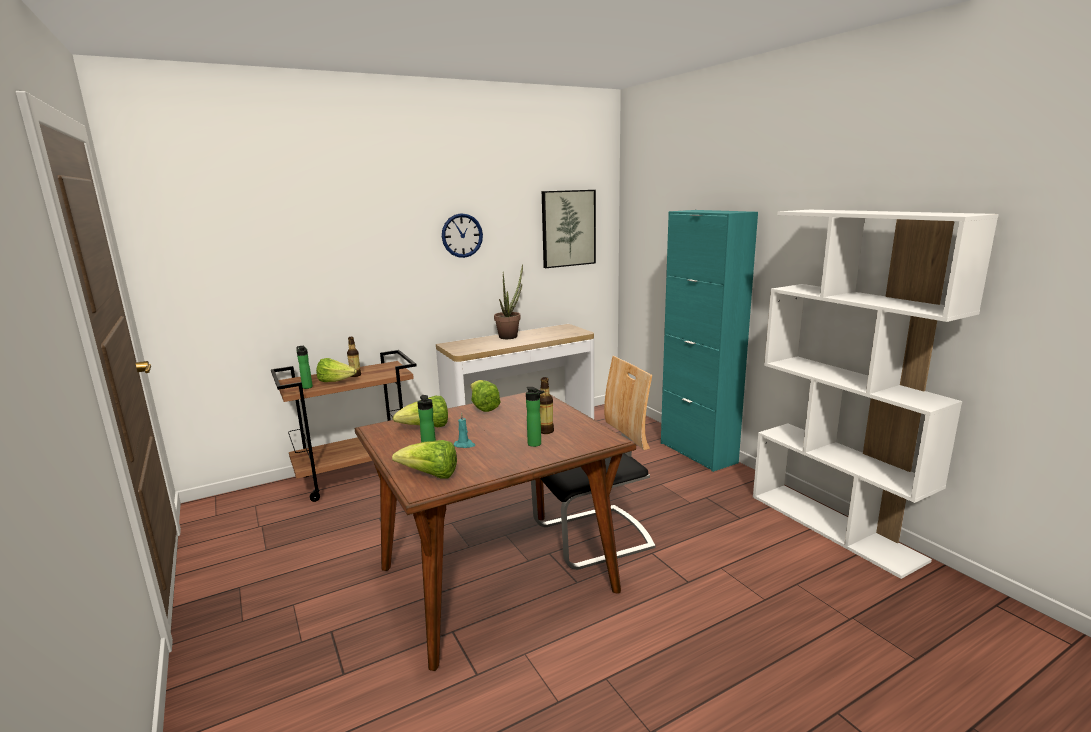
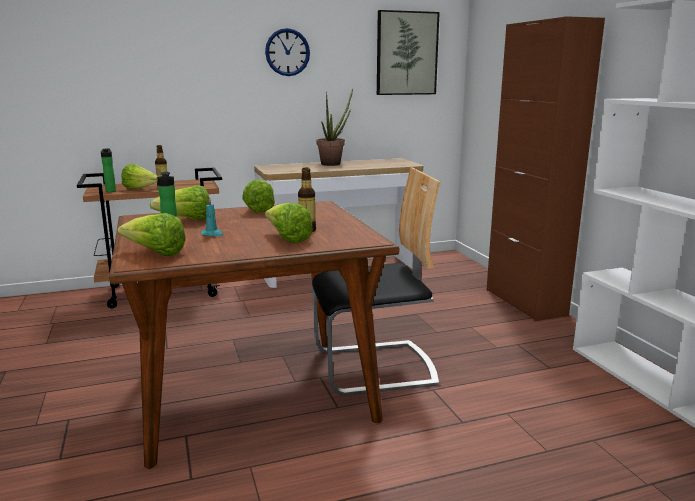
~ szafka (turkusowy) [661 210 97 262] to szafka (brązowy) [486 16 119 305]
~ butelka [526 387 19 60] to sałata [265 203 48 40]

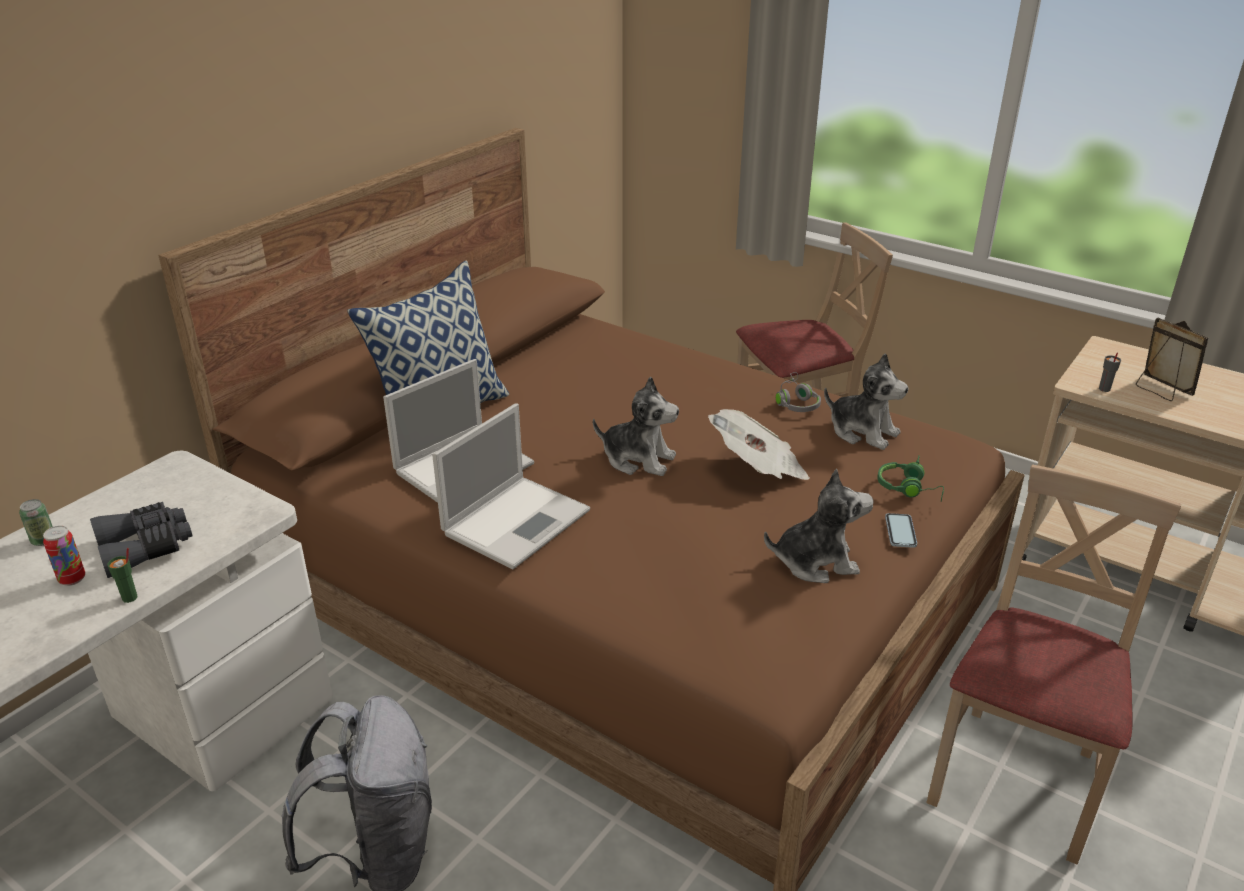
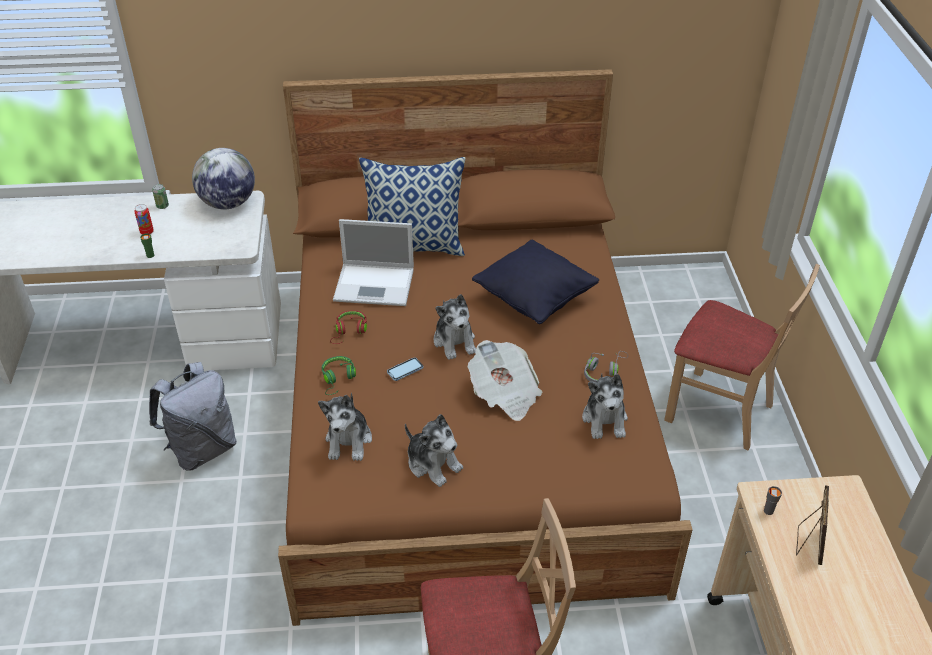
~ laptop [432 403 158 166] to słuchawki (czerwony) [330 310 37 34]
~ słuchawki (zielony) [877 456 67 46] to [322 356 34 39]
- lornetka (szary) [90 502 103 76]
~ telefon [885 513 32 35] to [387 357 37 24]
+ globus [192 148 63 61]
+ poduszka (czarny) [472 239 127 85]
+ pluszak [318 393 54 68]

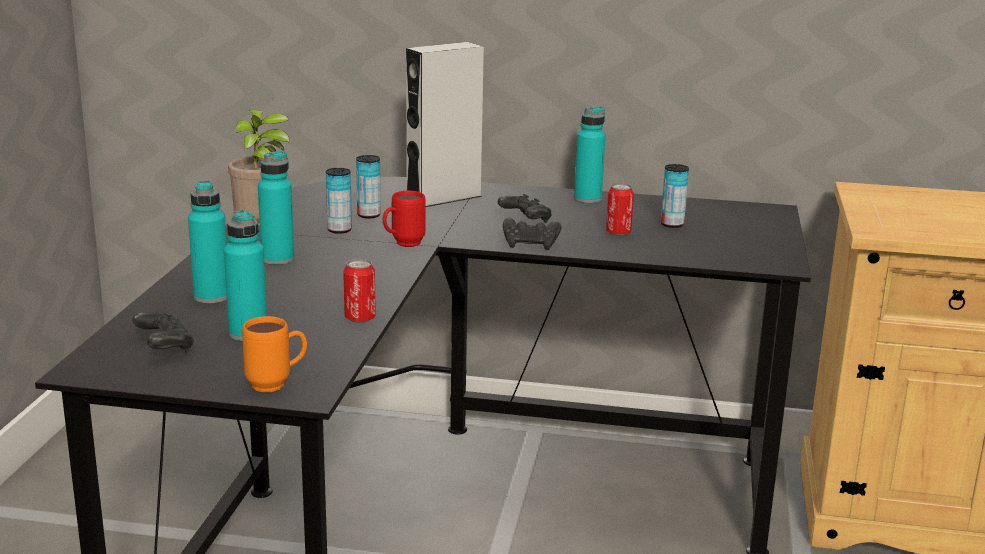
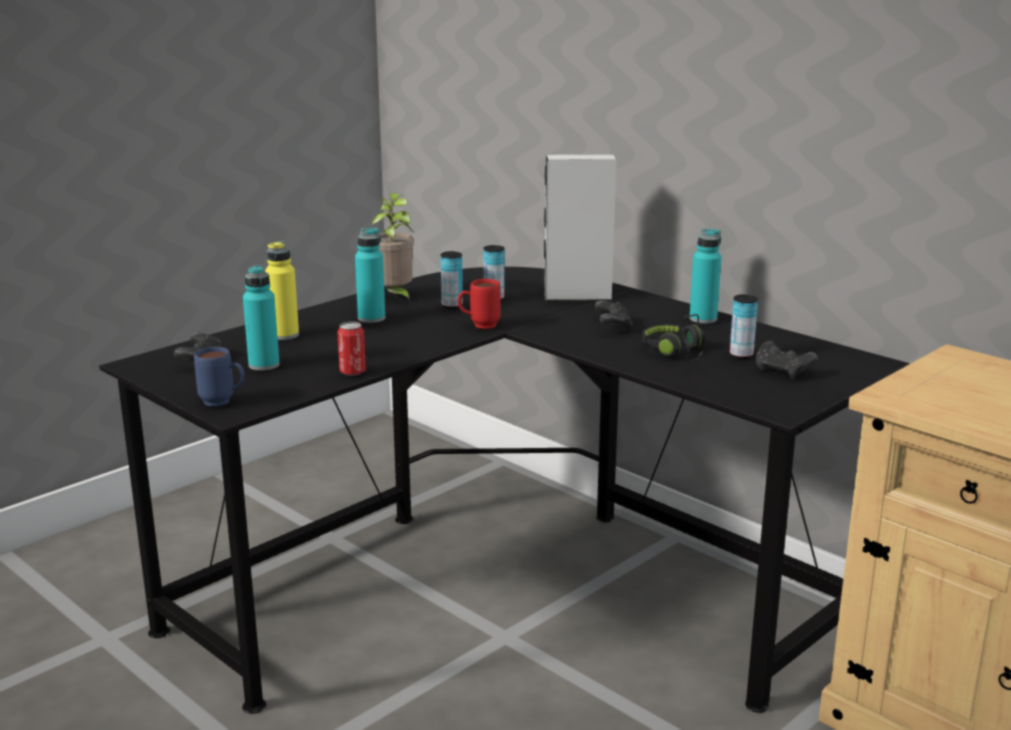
~ butelka (turkusowy) [188 181 39 122] to butelka (żółty) [265 241 34 99]
~ puszka [606 183 28 53] to słuchawki (czarny) [642 314 63 48]
~ pad do gier (czarny) [503 218 59 32] to [756 341 62 38]
~ kubek (pomarańczowy) [242 316 65 77] to kubek (niebieski) [194 347 51 60]

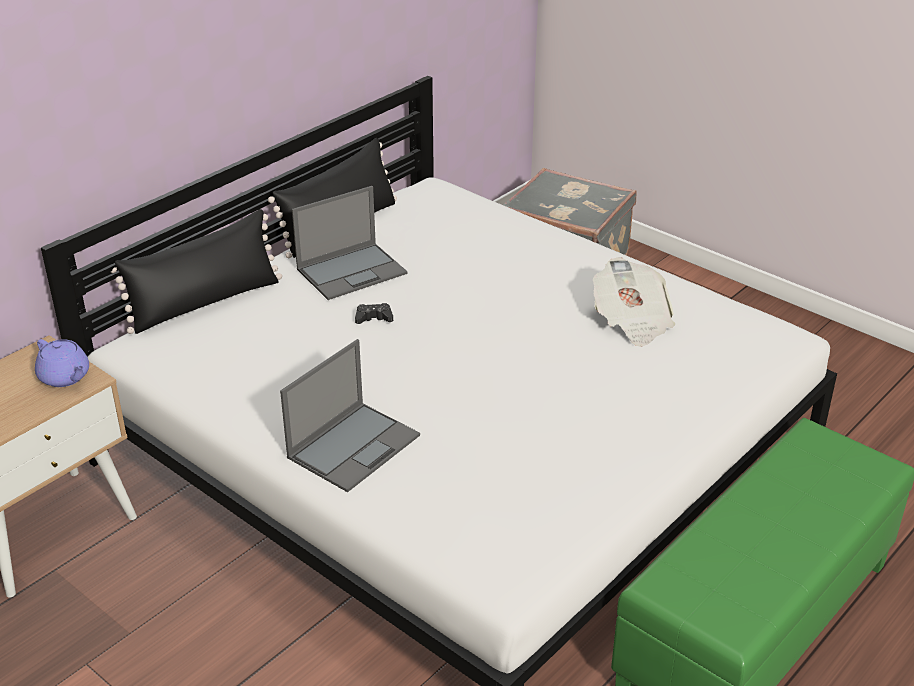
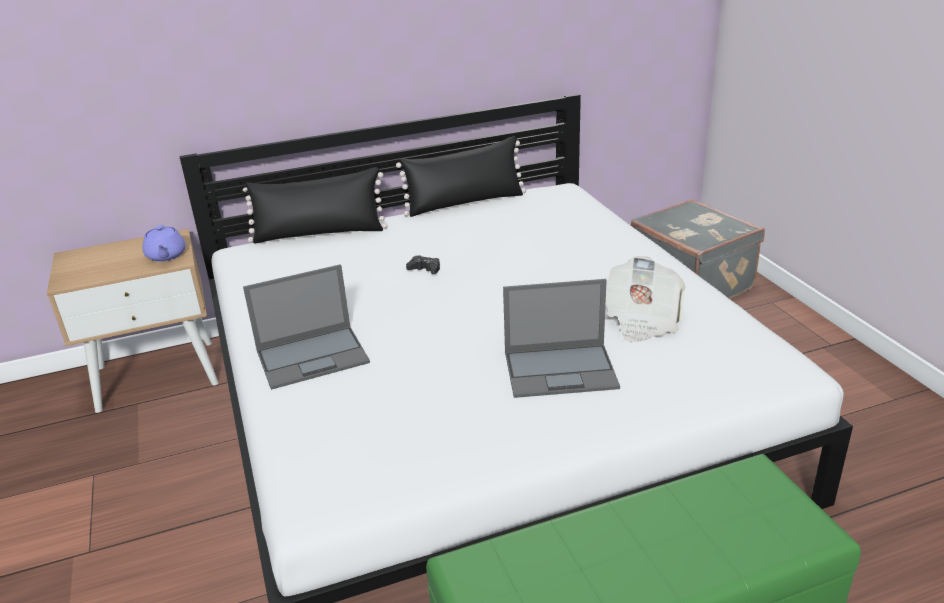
~ laptop [292 186 115 114] to [503 279 117 119]

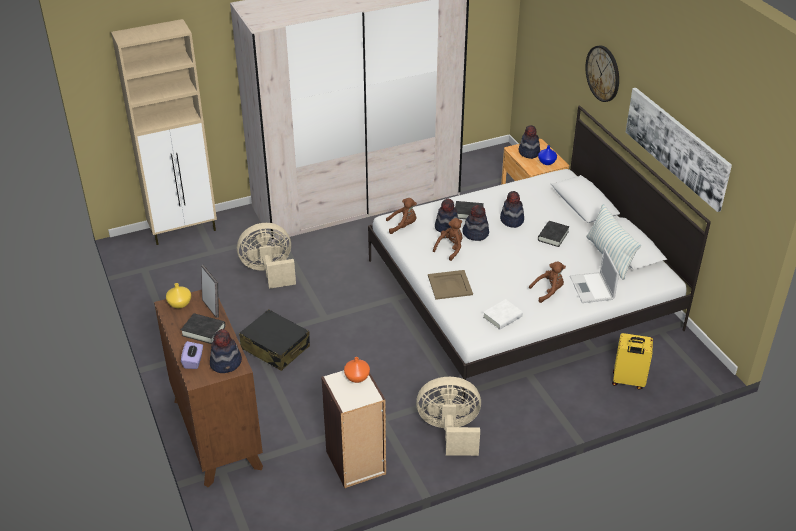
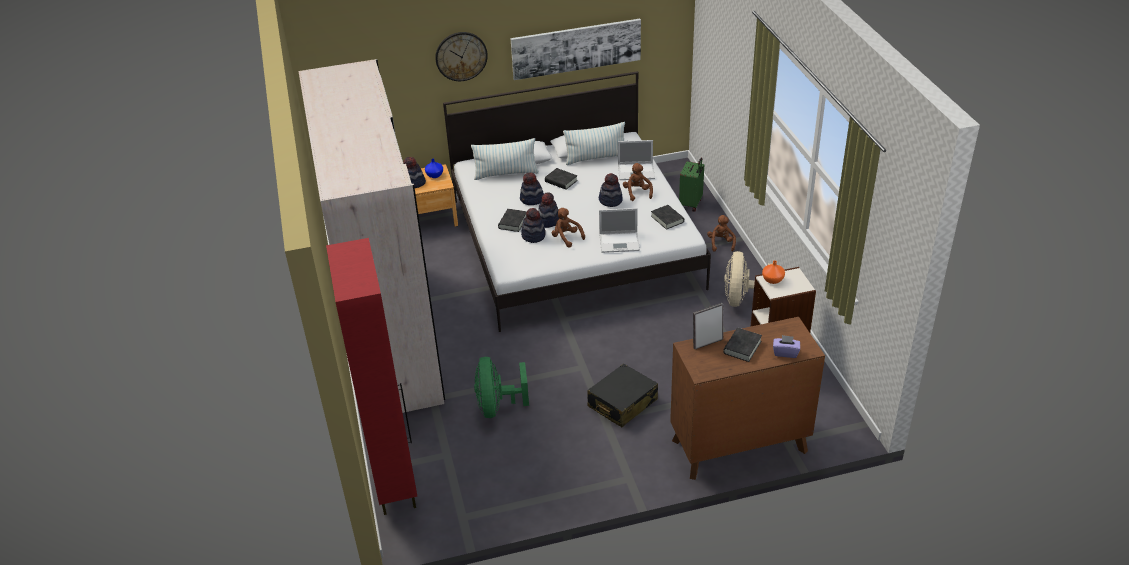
~ szafka (beżowy) [111 19 106 226] to szafka (czerwony) [326 238 92 277]
~ pluszak (brązowy) [386 198 31 36] to [707 215 29 37]
~ wentylator (beżowy) [237 223 59 66] to wentylator (zielony) [474 357 55 61]
~ taca (beżowy) [428 270 45 30] to laptop [599 208 41 45]
- wazon (żółty) [166 283 25 25]
~ książka (biały) [483 299 40 31] to książka (czarny) [651 205 33 25]
~ kapelusz [210 329 32 44] to [599 173 24 34]
~ walizka (żółty) [612 333 41 56] to walizka (zielony) [679 157 25 55]
+ poduszka [471 138 68 42]

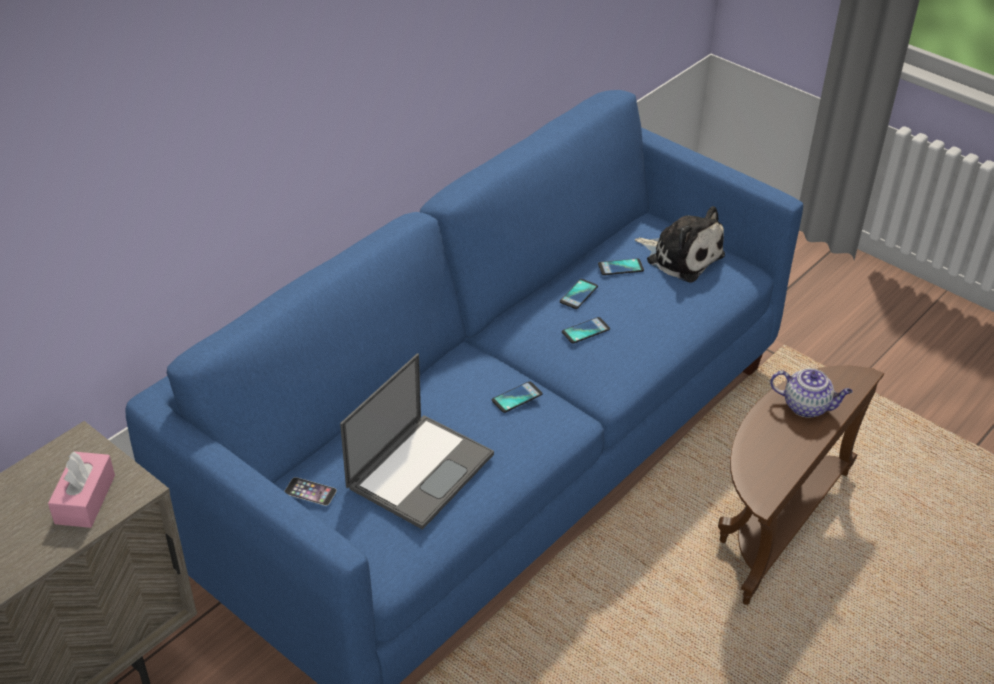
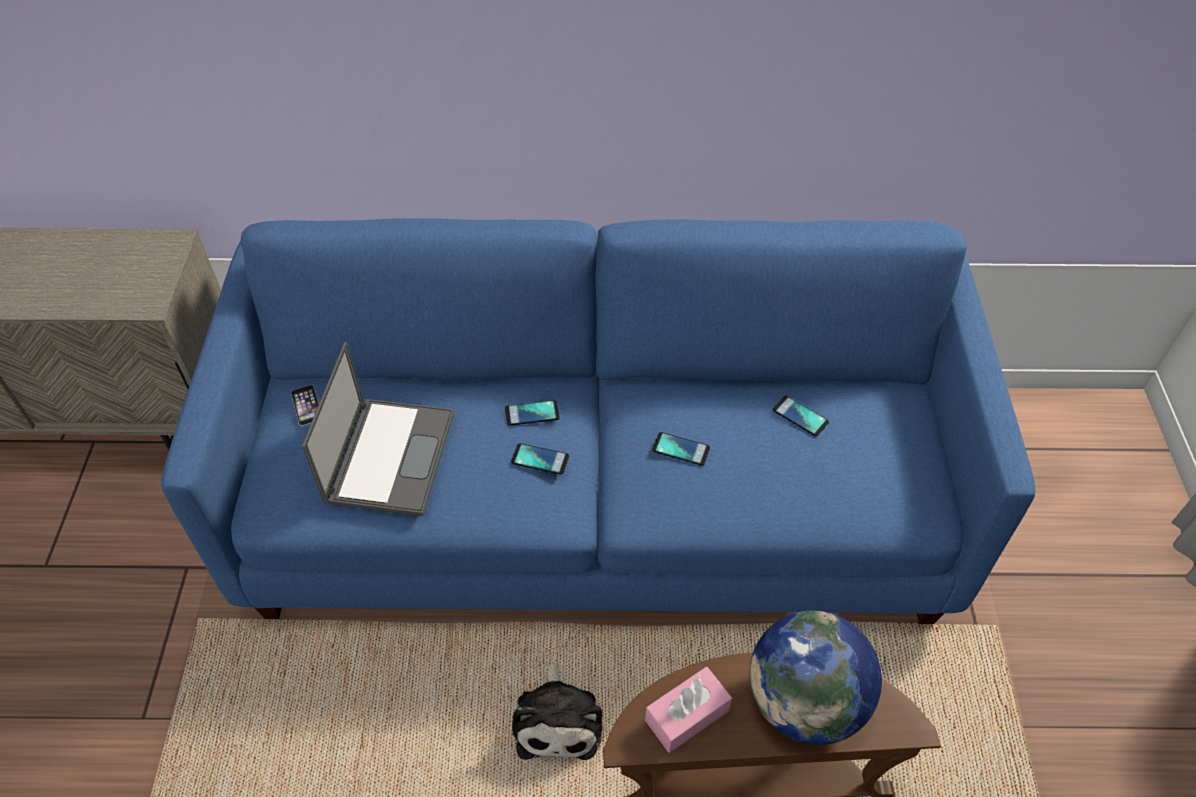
~ pluszak [635 206 90 77] to [512 662 90 98]
~ telefon [560 279 38 30] to [505 400 55 26]
~ laptop [340 353 154 177] = [302 342 152 174] 75 degrees counterclockwise
~ imbryk [770 368 83 50] to globus [749 611 133 134]
~ pudełko chusteczek (różowy) [48 452 67 76] to [645 667 87 86]

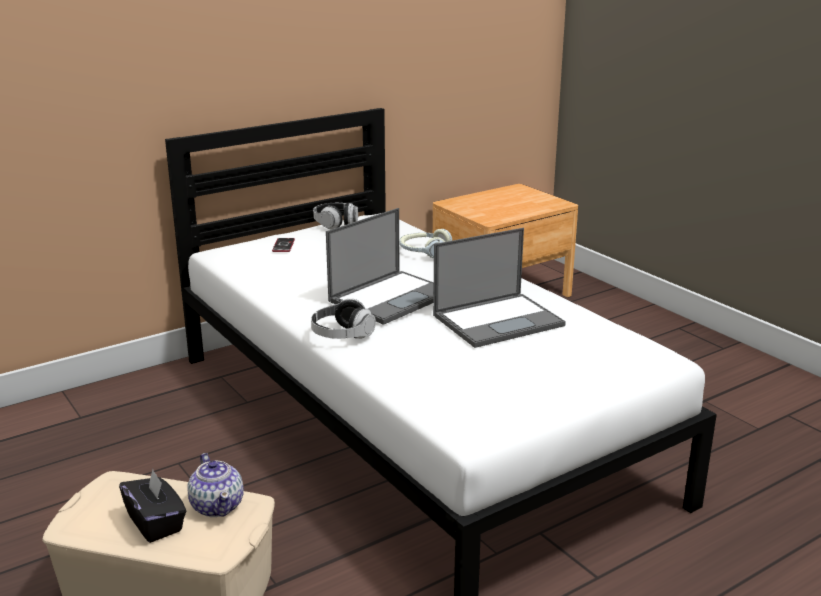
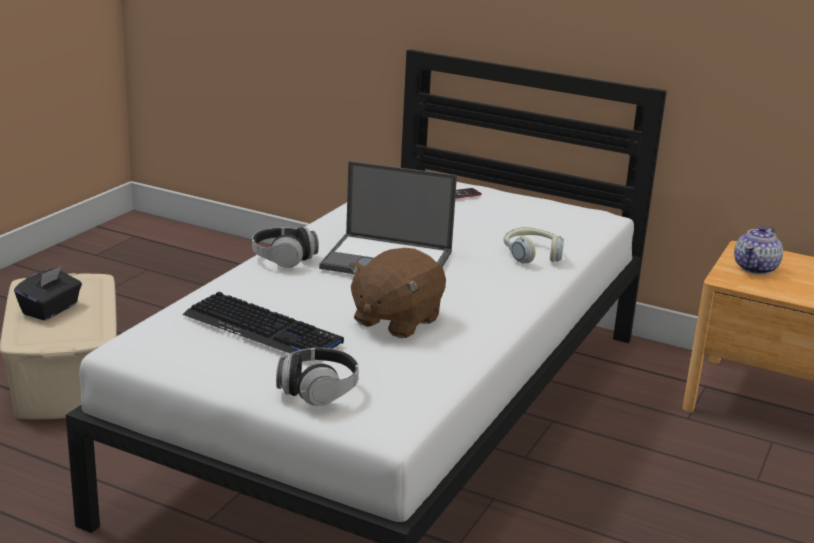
~ słuchawki [313 203 45 26] to [276 348 83 58]
~ laptop [433 228 133 120] to pluszak (brązowy) [349 248 97 90]
~ imbryk [187 453 57 64] to [734 226 49 49]
+ klawiatura [183 292 161 69]

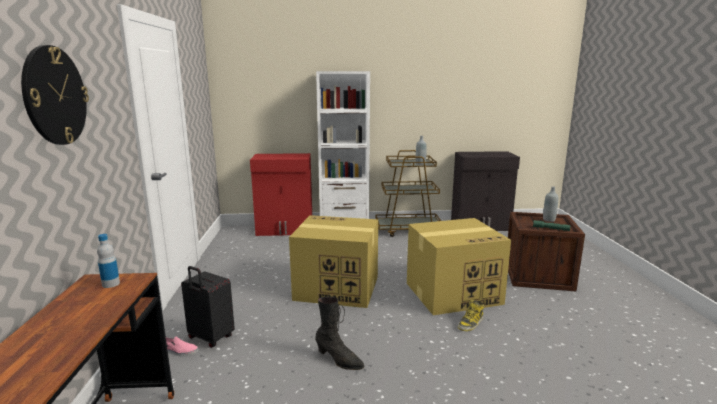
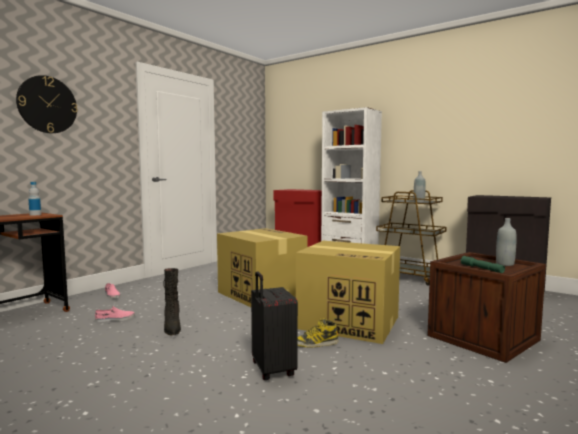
~ walizka (czarny) [181 266 54 82] to [251 271 47 109]
+ but (różowy) [95 306 40 16]

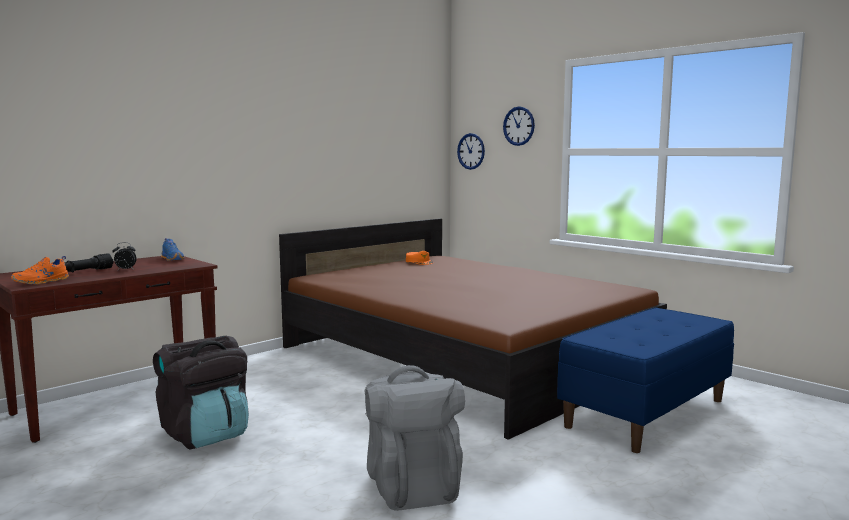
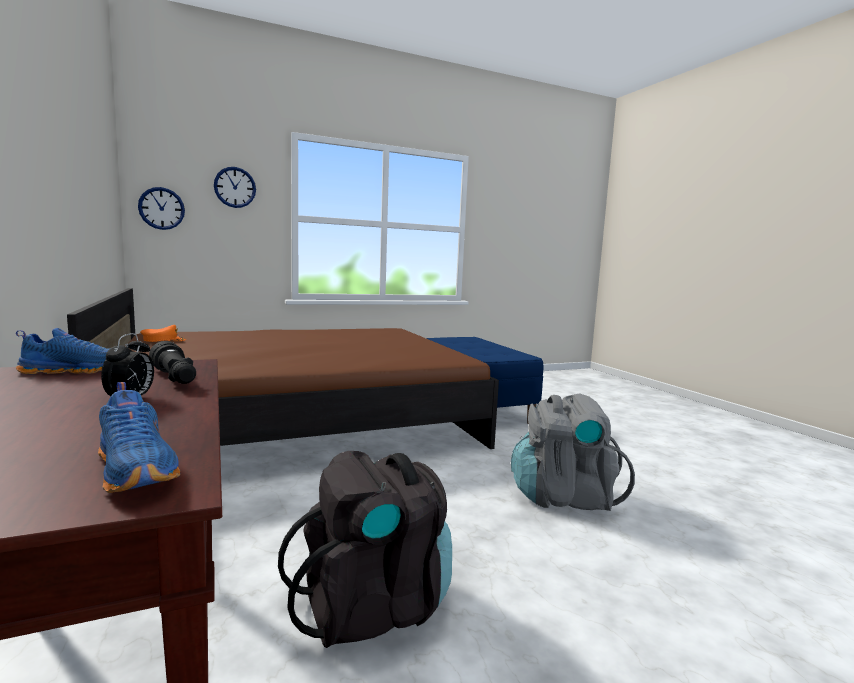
~ latarka (czarny) [64 253 49 19] to [149 341 47 43]
~ but (pomarańczowy) [11 256 58 29] to but (niebieski) [98 382 82 111]

